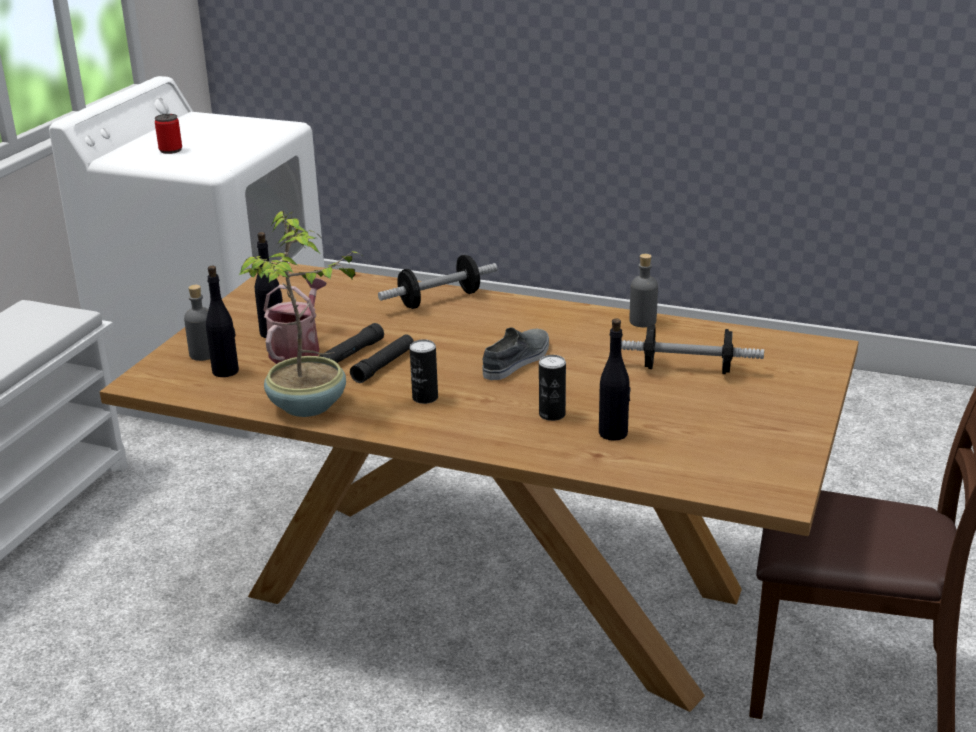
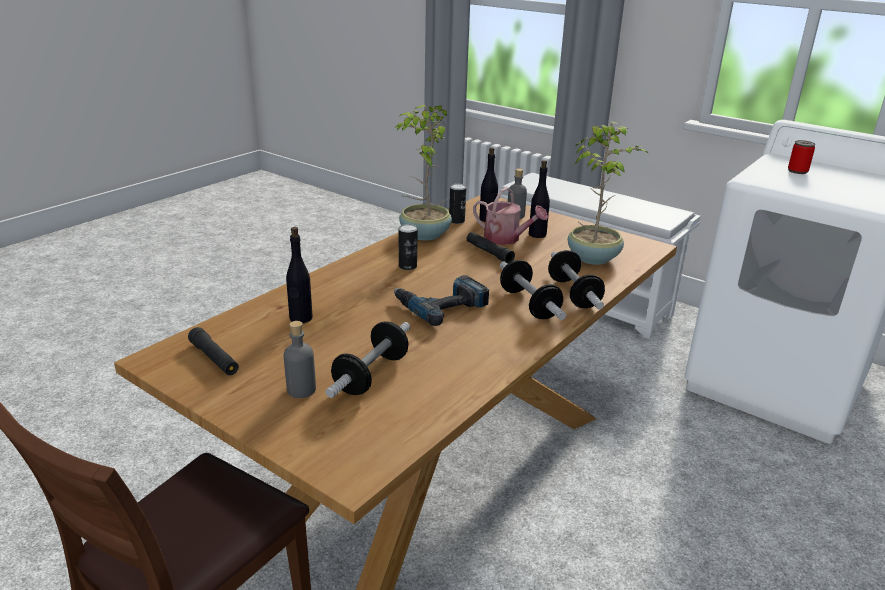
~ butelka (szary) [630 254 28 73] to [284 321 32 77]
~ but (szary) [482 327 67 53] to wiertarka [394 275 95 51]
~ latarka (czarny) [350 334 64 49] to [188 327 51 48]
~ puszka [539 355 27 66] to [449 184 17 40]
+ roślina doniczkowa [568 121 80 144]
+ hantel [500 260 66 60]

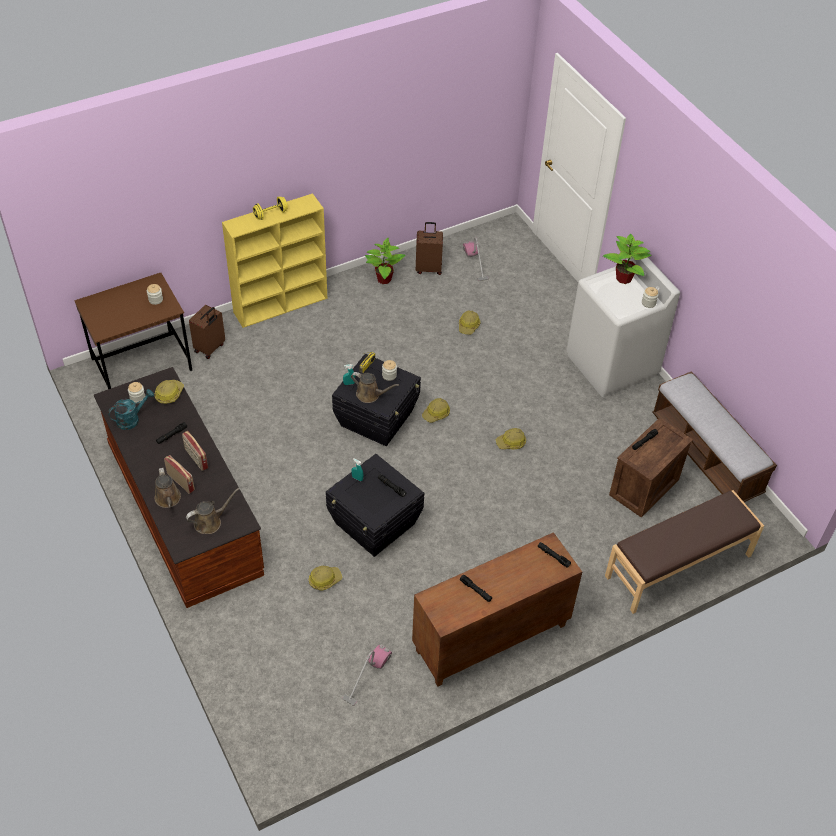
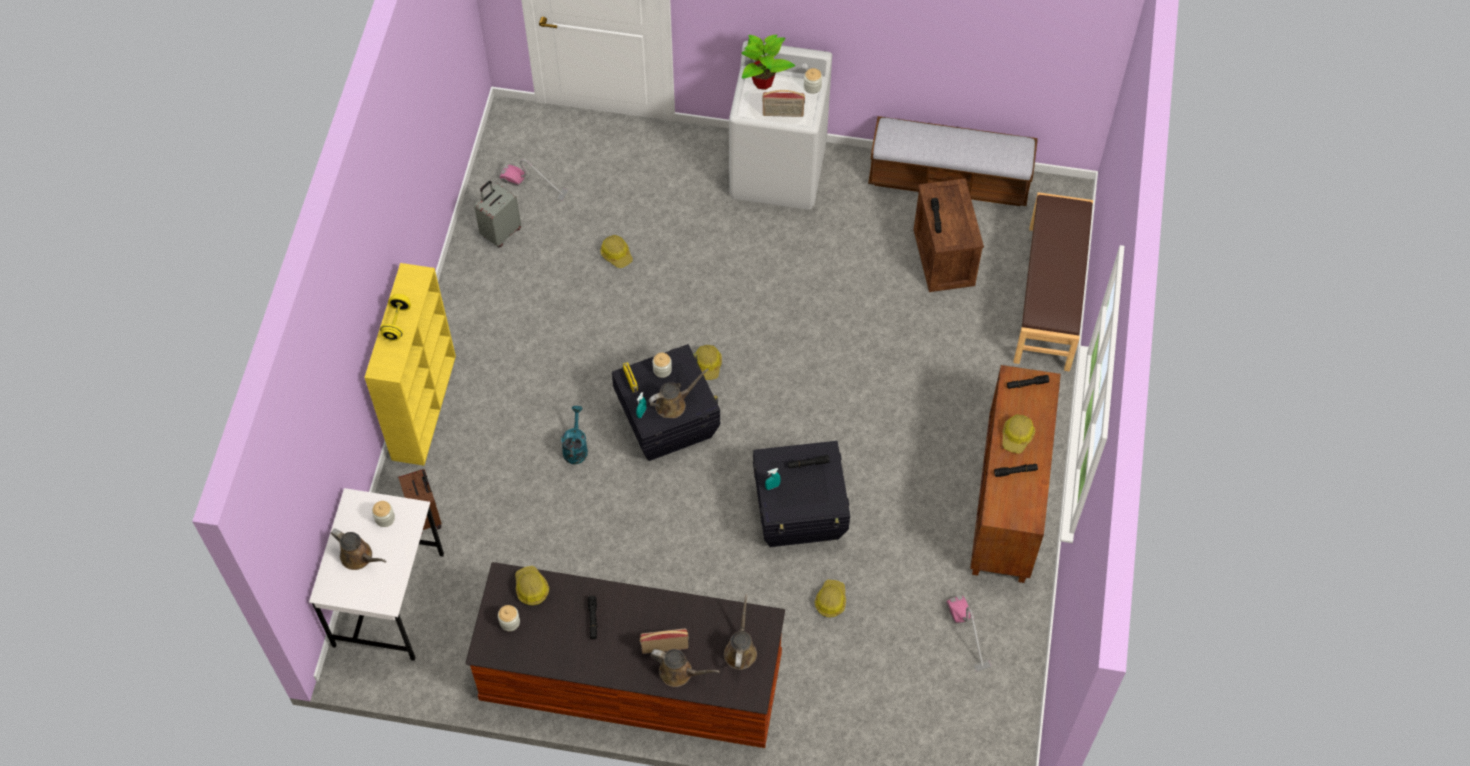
~ walizka (brązowy) [416 222 27 53] to walizka (szary) [474 181 47 66]
- roślina doniczkowa [365 238 40 46]
~ biurko (brązowy) [74 273 118 116] to biurko (biały) [309 488 135 173]
~ konewka (turkusowy) [108 389 46 41] to [561 406 27 58]
~ kask [496 428 30 21] to [1002 414 33 40]
~ radio [182 431 26 40] to [762 90 43 27]
+ konewka (brązowy) [331 529 55 41]

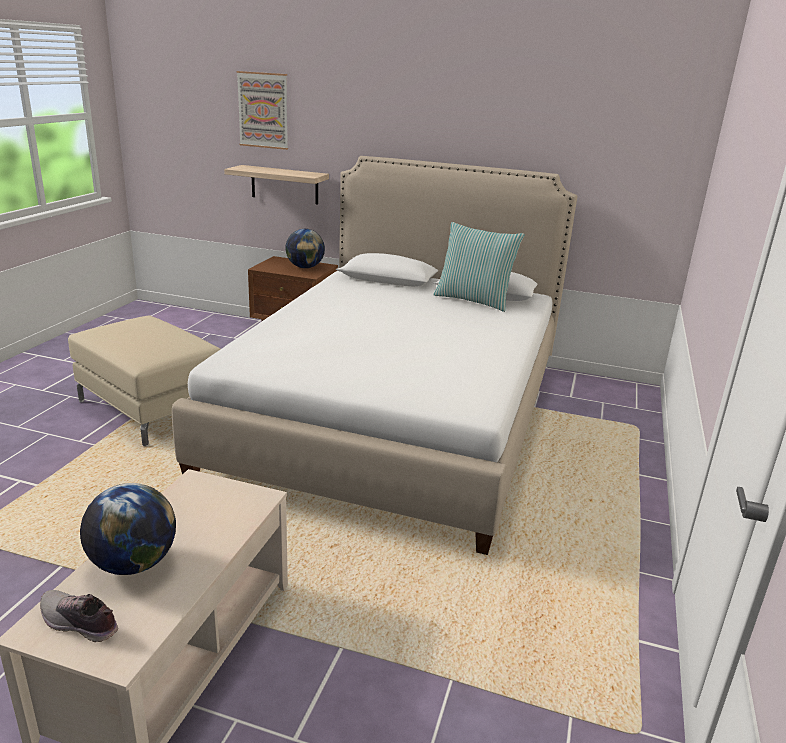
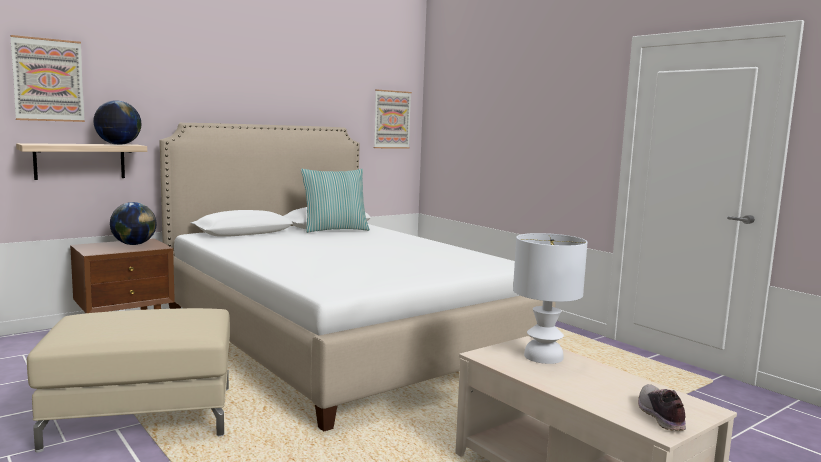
~ globus [80 483 96 92] to [93 100 49 45]
~ but [40 590 78 52] = [638 384 48 47] 120 degrees clockwise
+ obraz [374 89 38 60]
+ lampa stołowa (biały) [513 233 74 131]

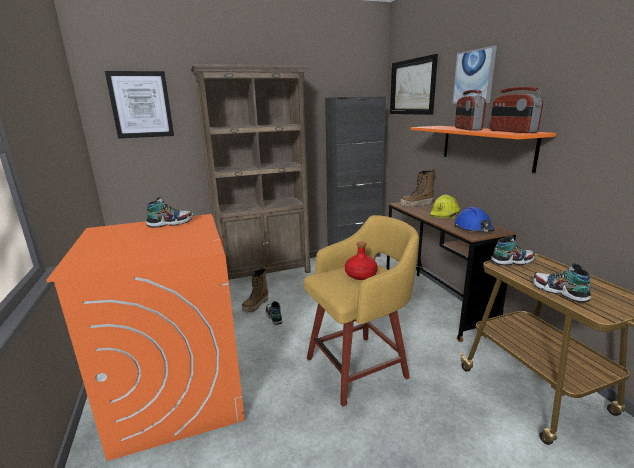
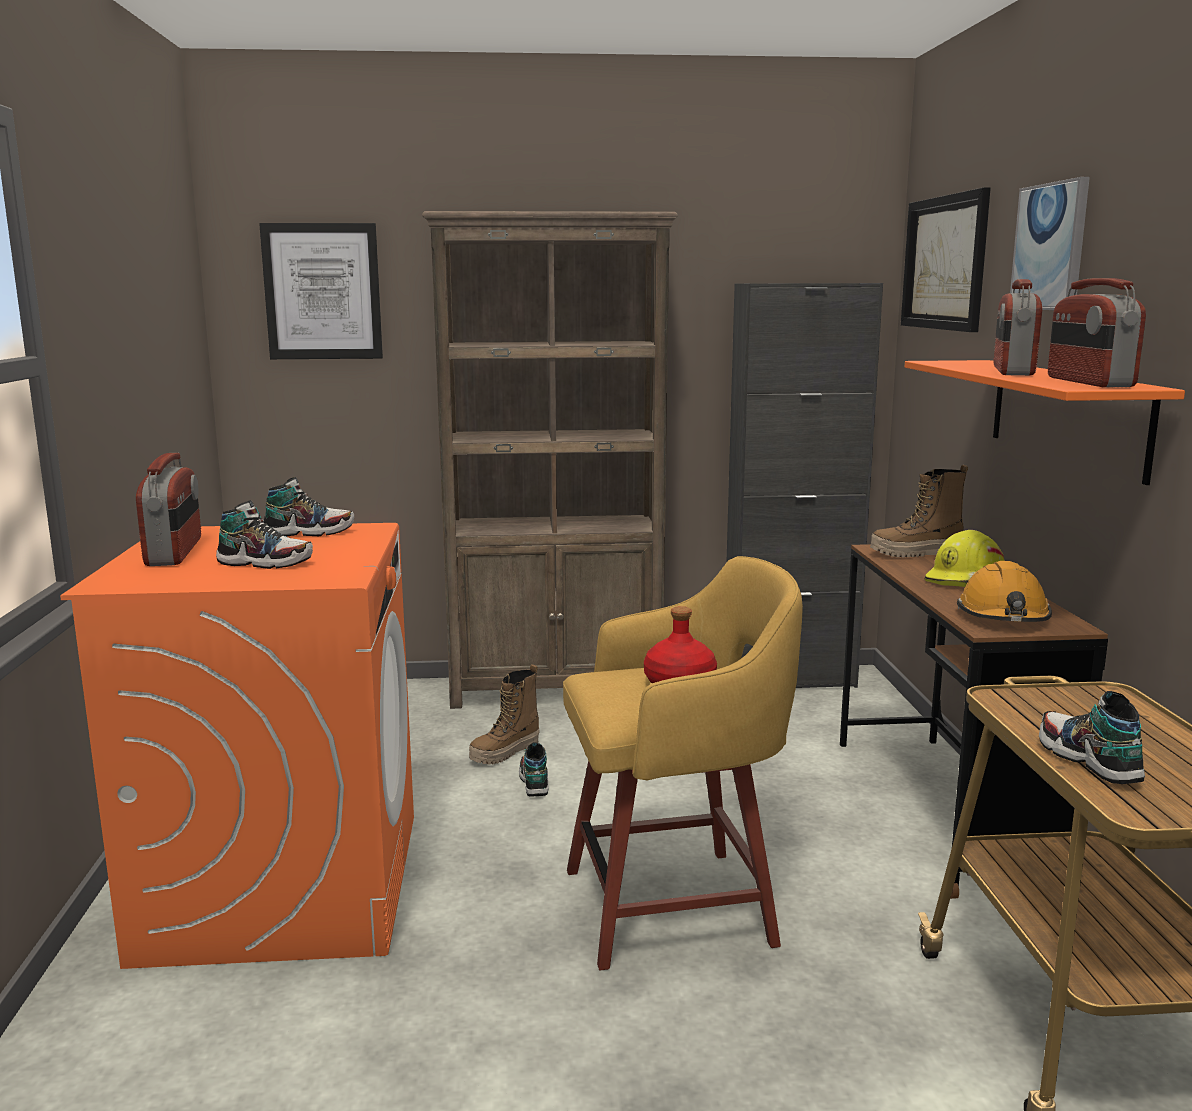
~ kask (niebieski) [454 207 40 25] to kask (pomarańczowy) [957 561 95 61]
~ but [491 235 45 30] to [216 500 97 69]
+ radio [136 453 65 113]

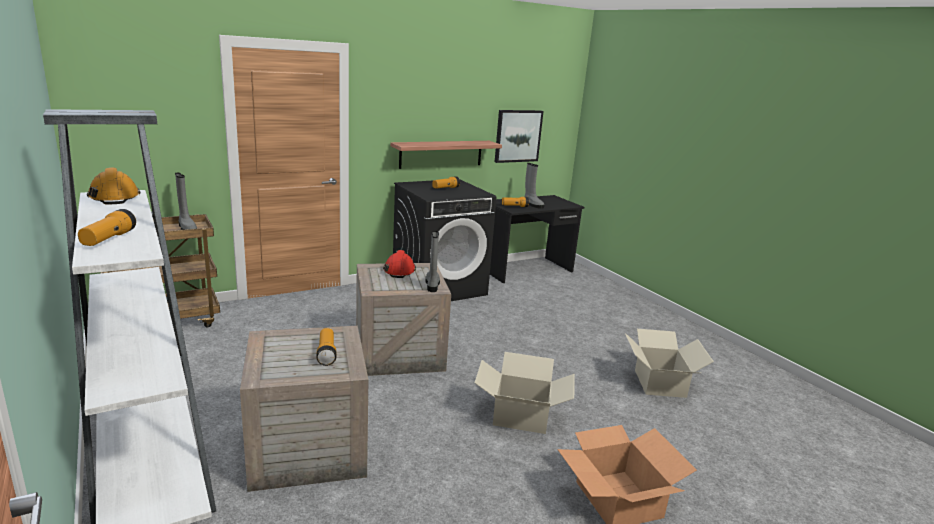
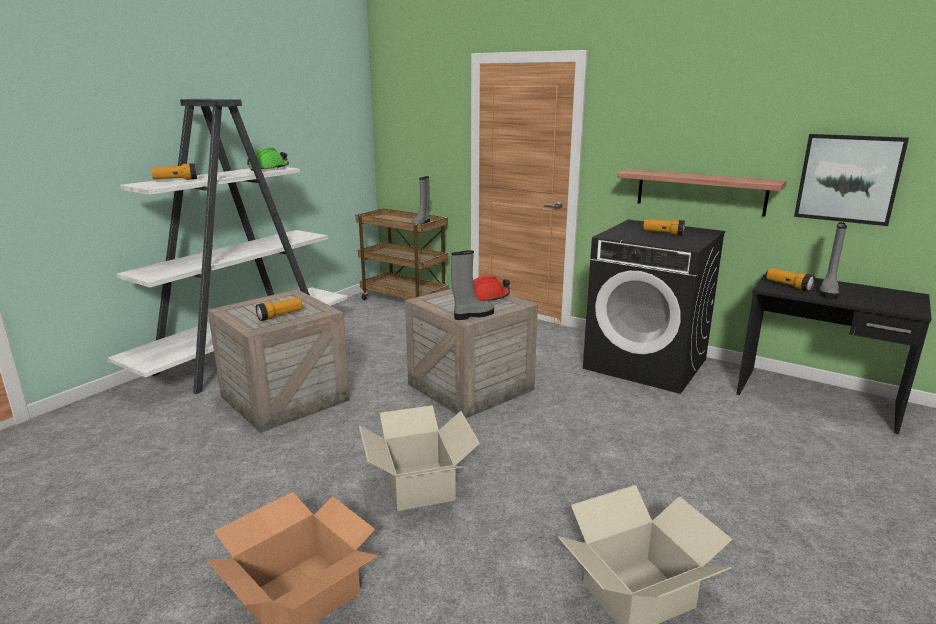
~ kask (pomarańczowy) [87 167 53 37] to kask (zielony) [247 147 42 24]

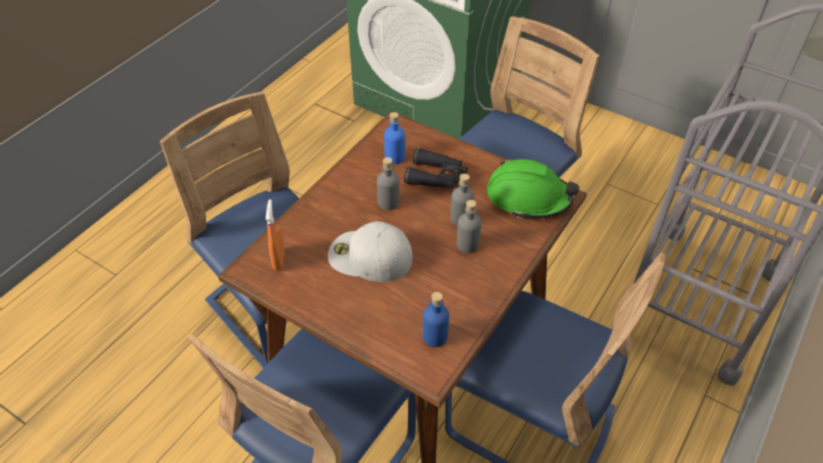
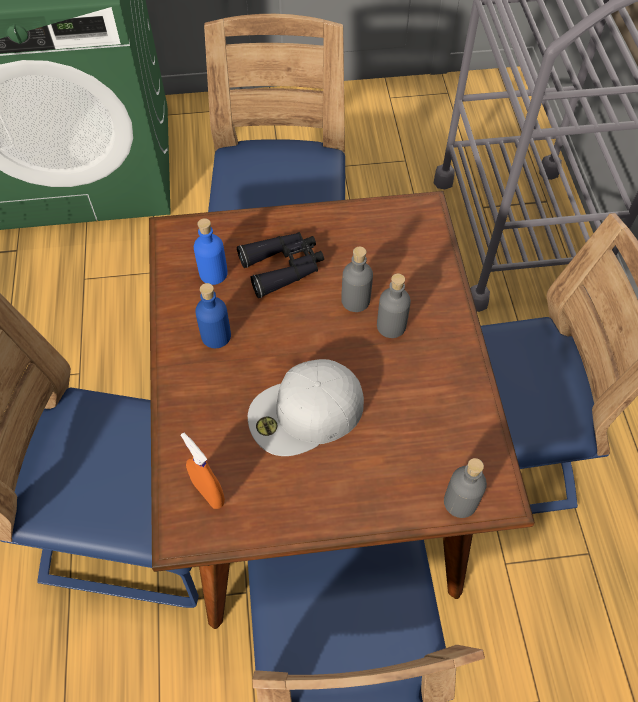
~ butelka (szary) [377 157 22 53] to [444 458 43 60]
- kask (zielony) [487 159 93 59]
~ butelka (niebieski) [423 292 26 55] to [195 283 36 65]

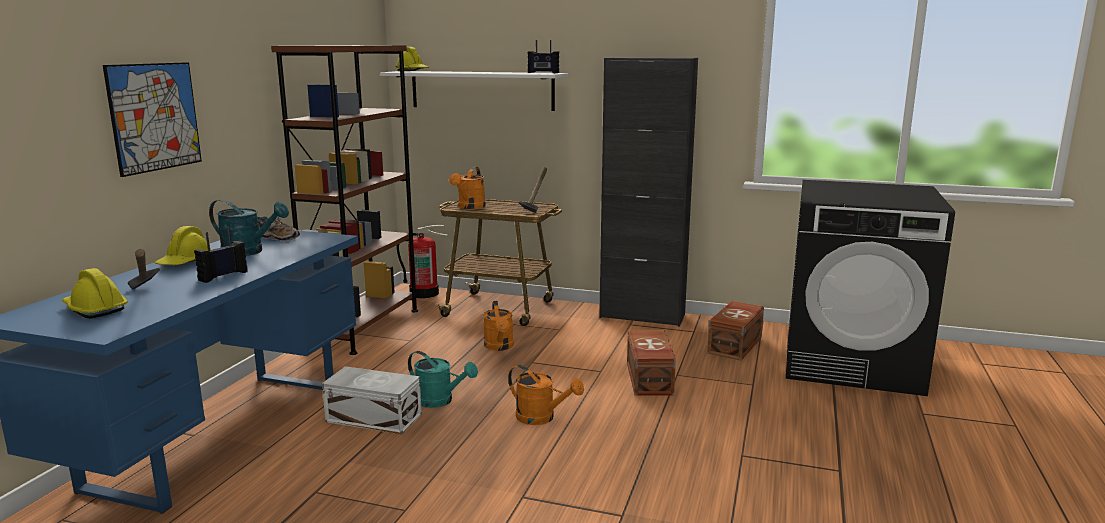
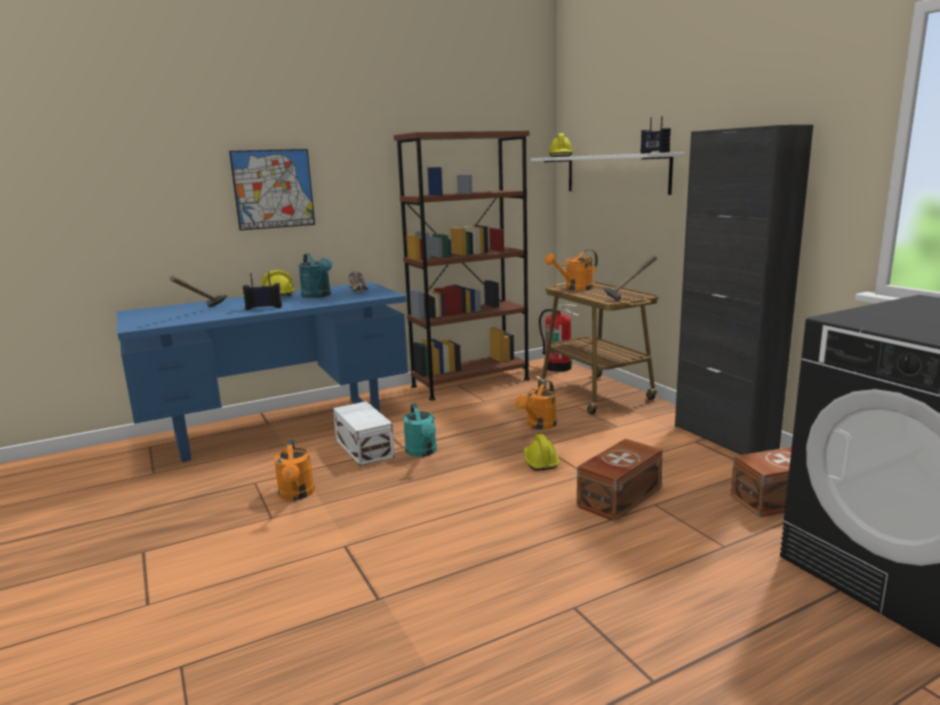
~ kask (żółty) [62 268 66 51] to [524 434 36 37]
~ konewka (pomarańczowy) [508 365 76 60] to [274 438 41 63]

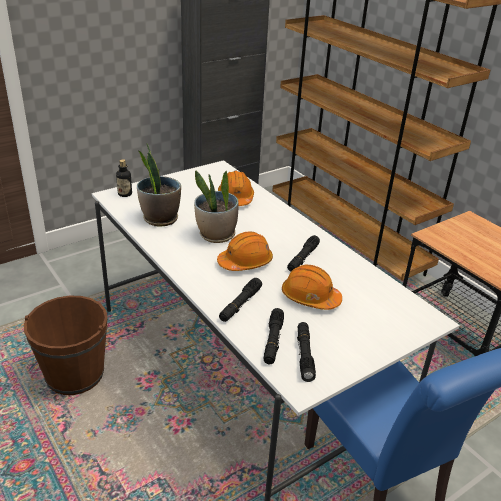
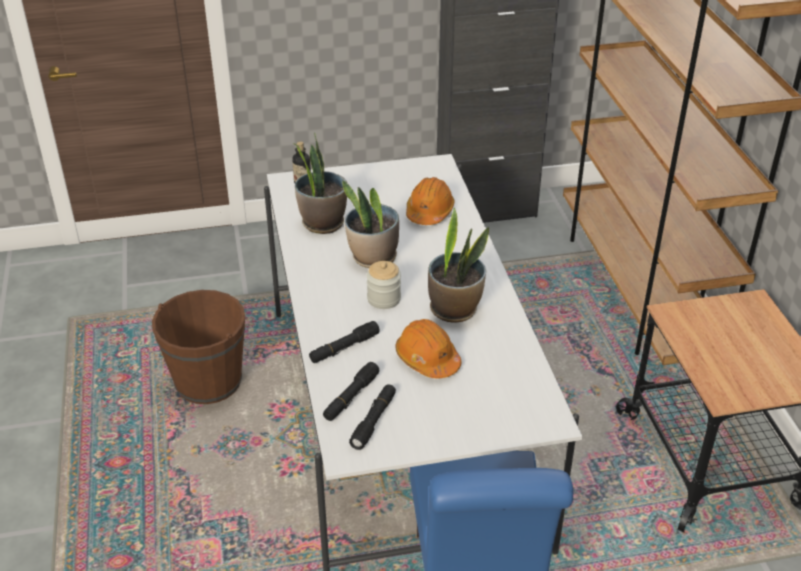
~ kask (pomarańczowy) [217 231 56 40] to słoik [367 261 34 48]
~ latarka (czarny) [287 235 33 36] to roślina doniczkowa [428 208 61 114]

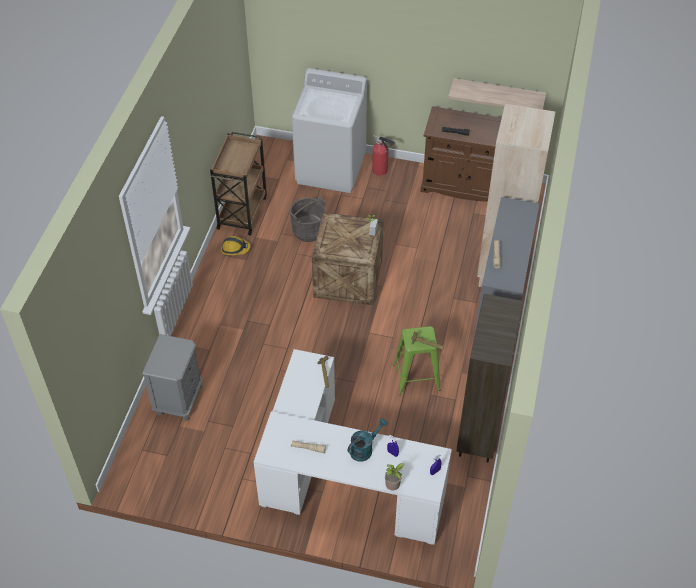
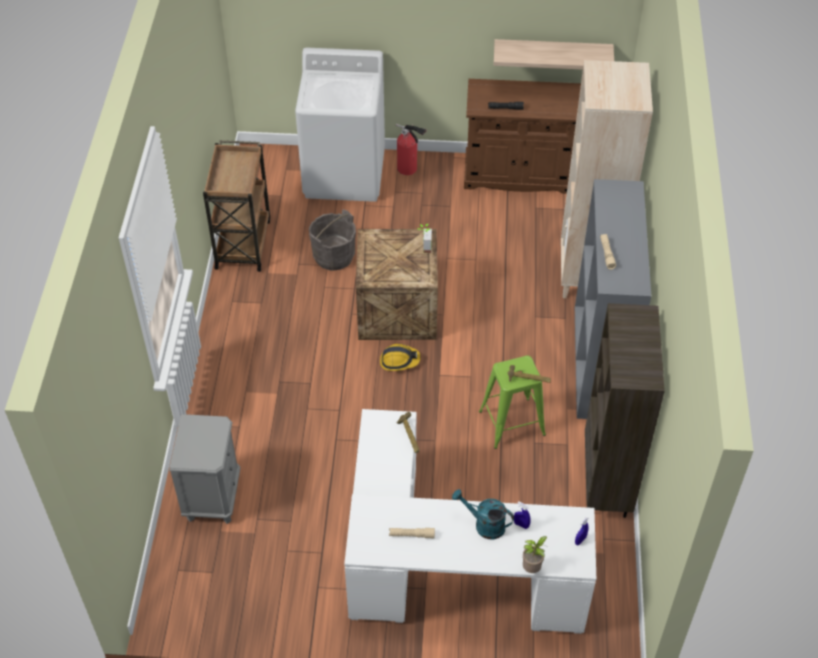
~ kask [221 236 30 19] to [380 344 41 27]
~ konewka (turkusowy) [348 418 40 44] = [452 489 62 51] 105 degrees counterclockwise

